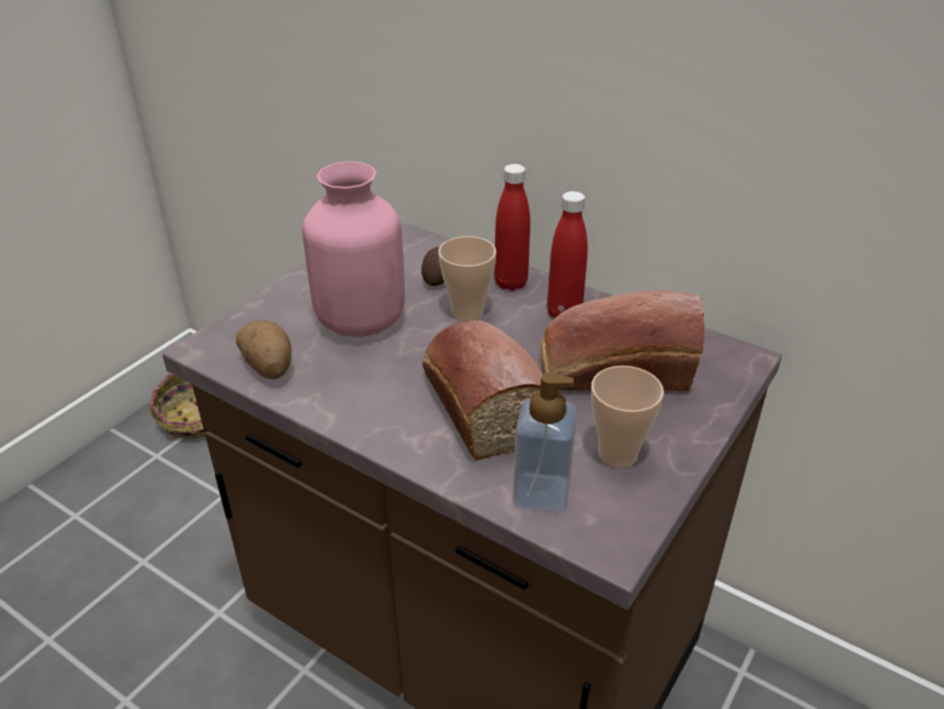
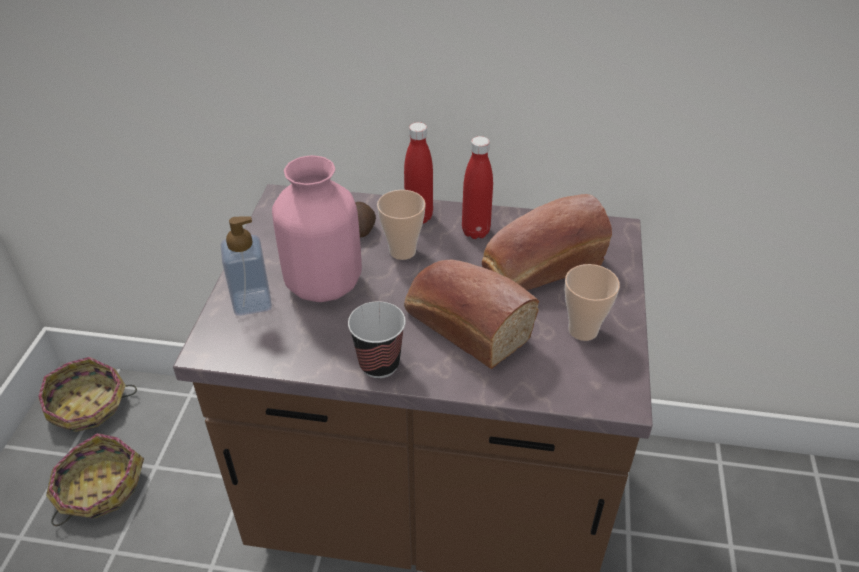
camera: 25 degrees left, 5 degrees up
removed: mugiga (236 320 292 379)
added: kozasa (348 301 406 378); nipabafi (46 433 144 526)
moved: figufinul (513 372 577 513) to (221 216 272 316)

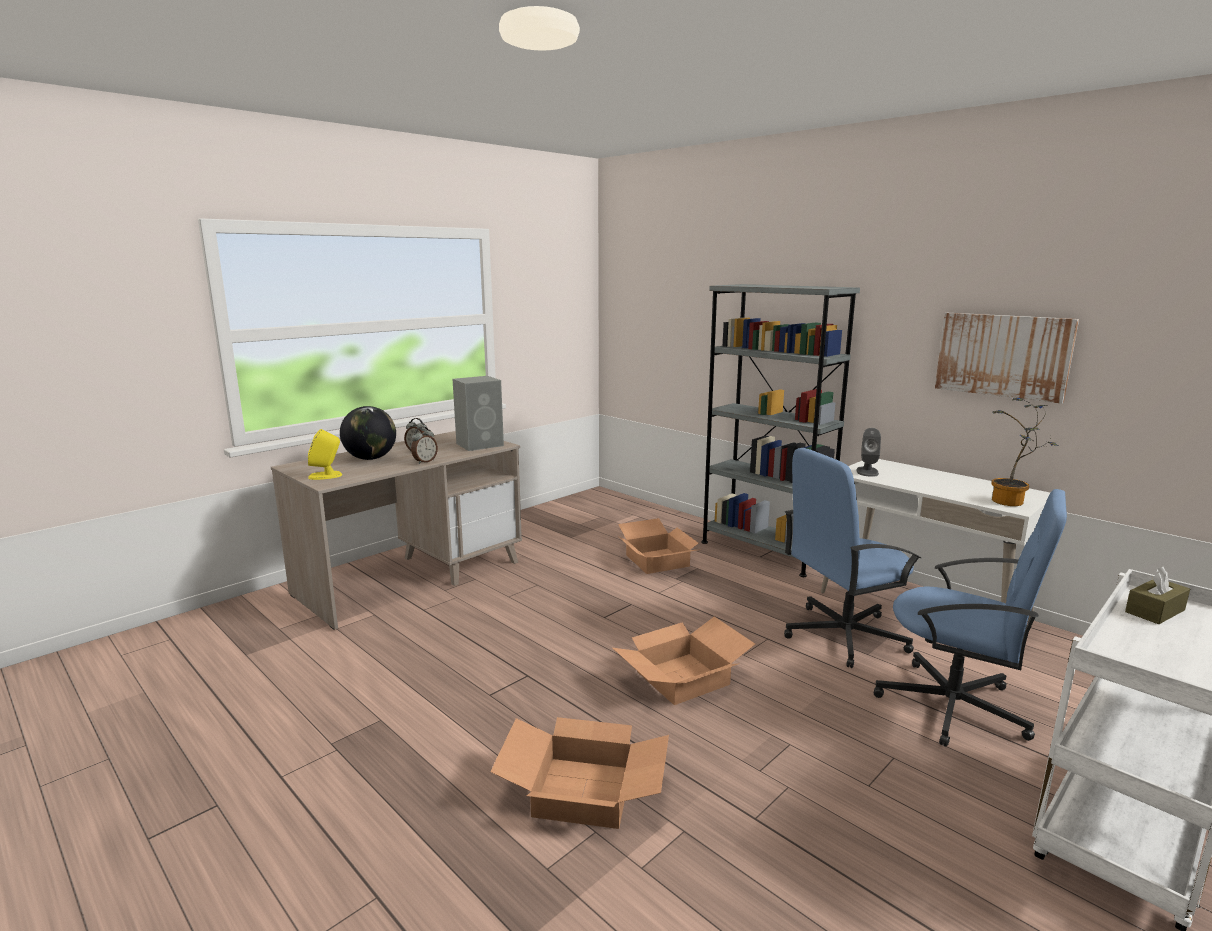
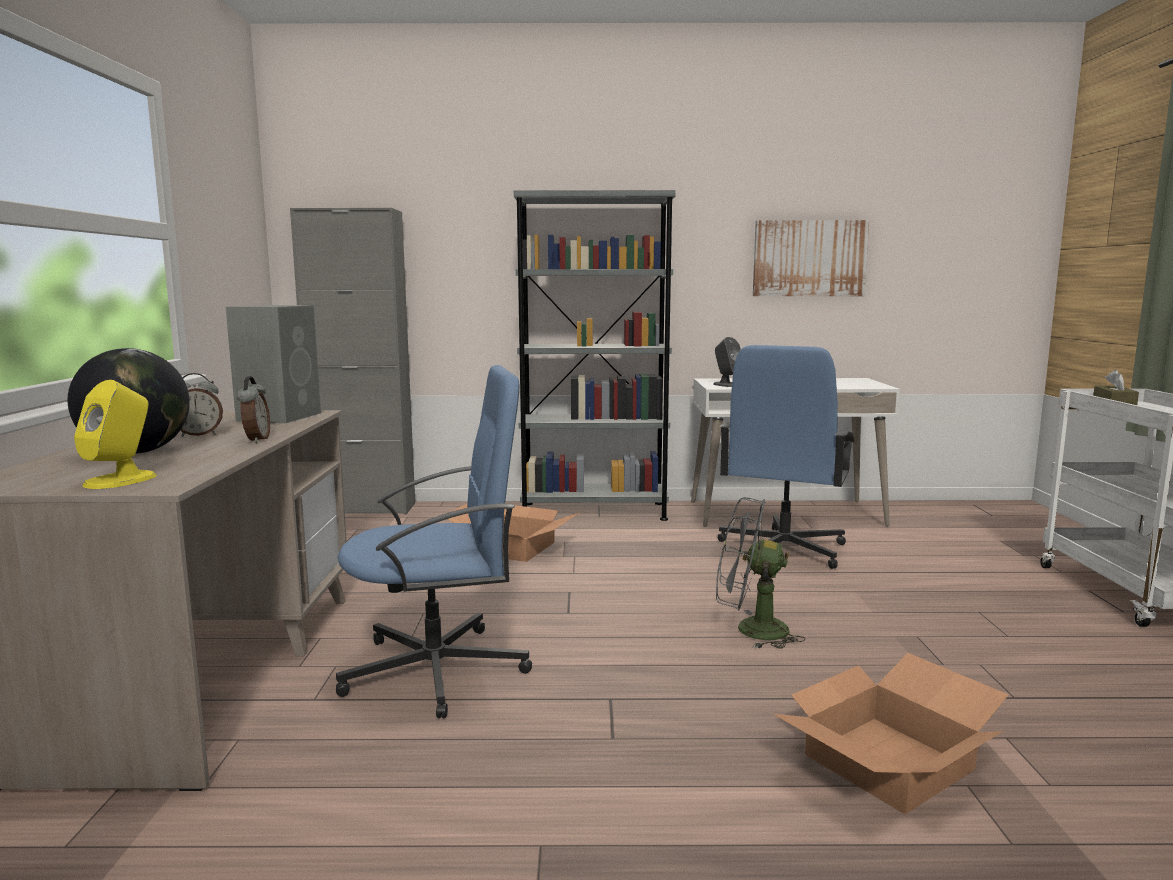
camera: 45 degrees left, 5 degrees down
removed: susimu (991 398 1058 506)
added: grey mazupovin (290 208 415 515)
moved: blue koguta (874 489 1067 747) to (336 365 532 719)
replaced: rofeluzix (613 616 755 705) to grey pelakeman (716 497 805 649)

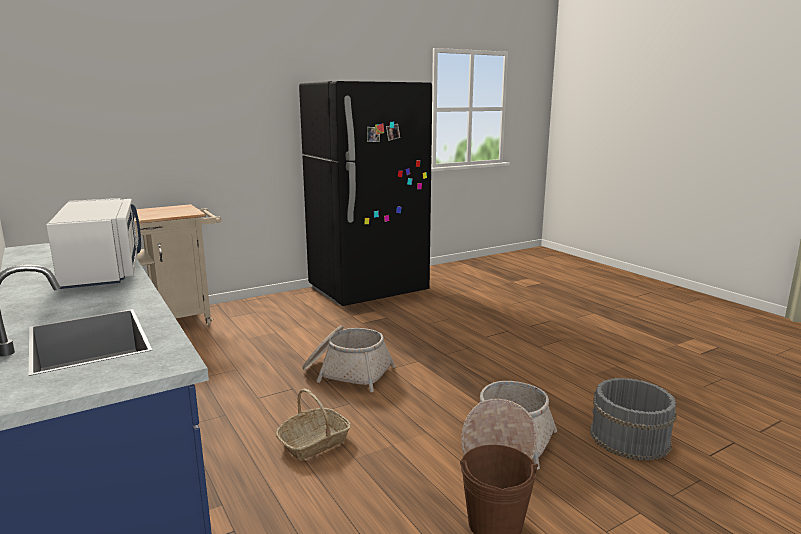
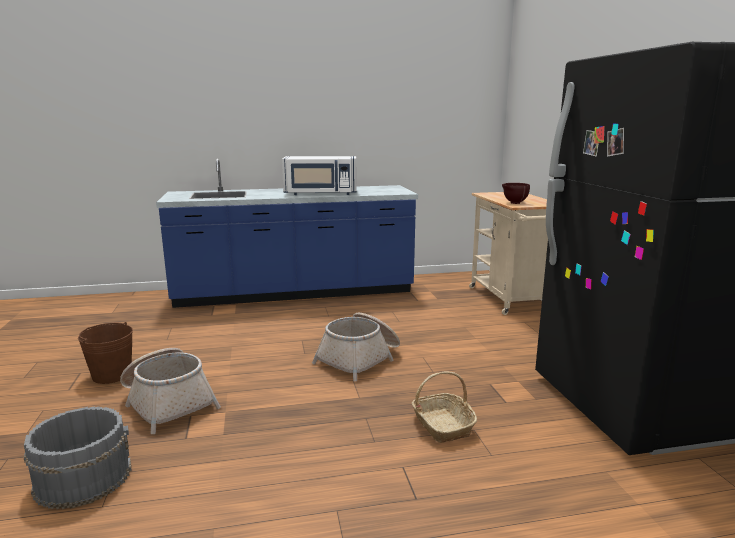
camera: 110 degrees right, 0 degrees up
added: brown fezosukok (502 183 530 204)
moved: nipabafi (276 389 351 460) to (412 372 477 443)

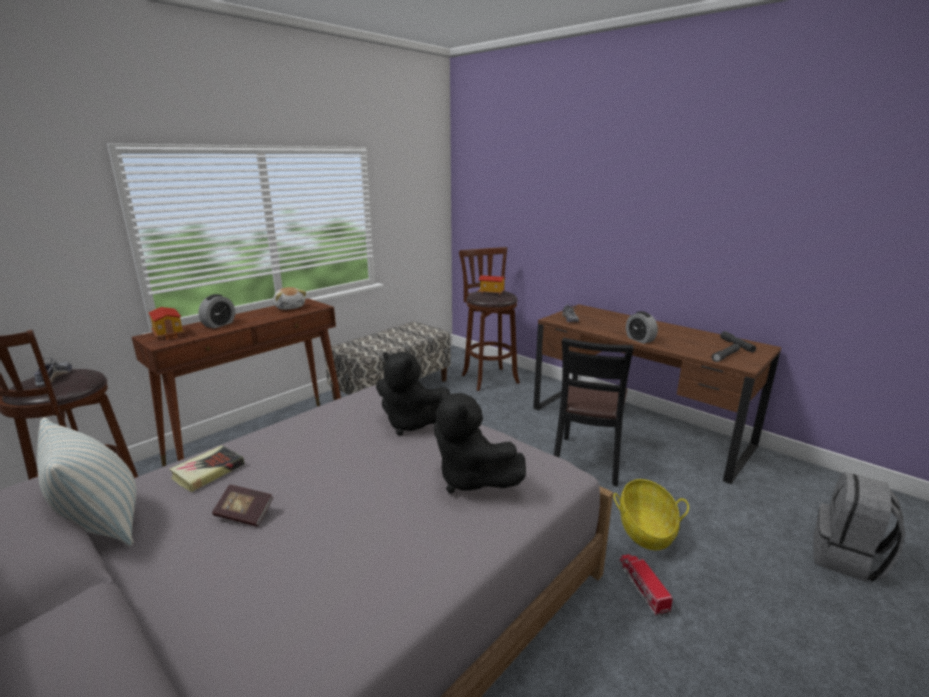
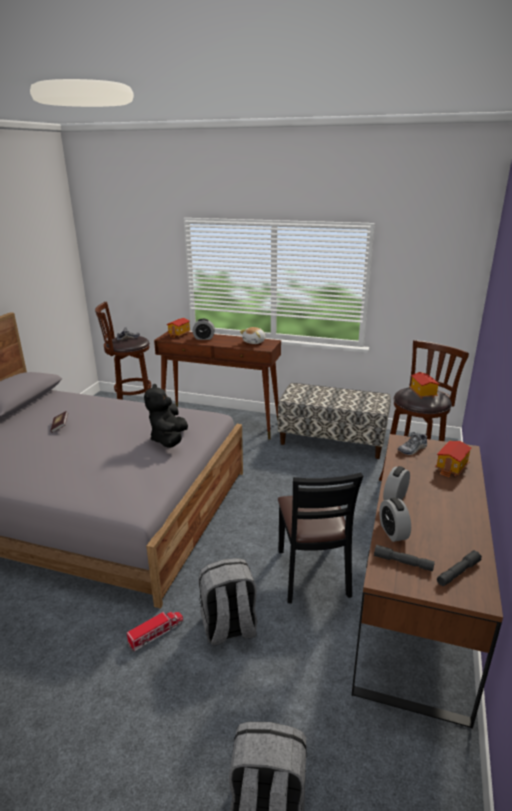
camera: 65 degrees right, 5 degrees up
removed: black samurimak (434 390 526 493); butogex (37 417 137 546); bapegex (169 446 244 492)
added: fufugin (435 441 472 477); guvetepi (379 498 411 542)
replaced: nipabafi (613 479 689 550) to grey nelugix (199 558 257 645)
turned: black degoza (554 338 634 486) = (278 473 363 604) 90 degrees counterclockwise

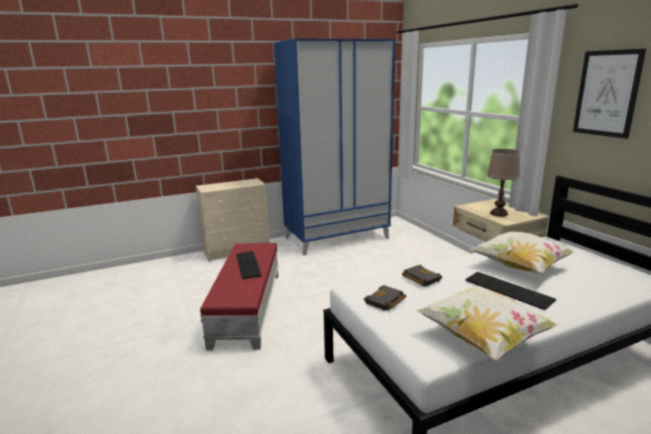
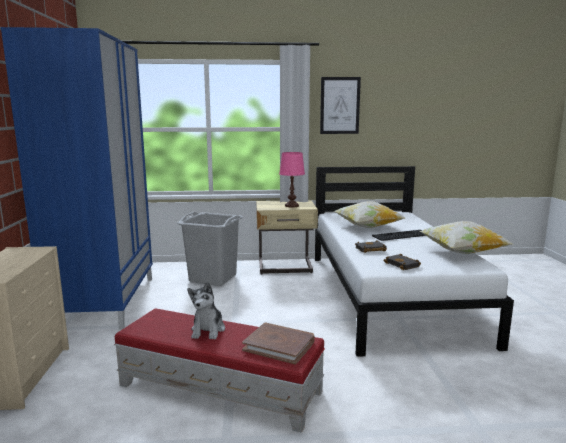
camera: 70 degrees left, 5 degrees down
added: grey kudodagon (177 212 243 286); brown bapegex (242 323 315 365)
replaced: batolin (236 251 262 279) to samurimak (187 282 225 339)
recoloured: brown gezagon (487 149 520 217) to pink gezagon (279 152 305 207)

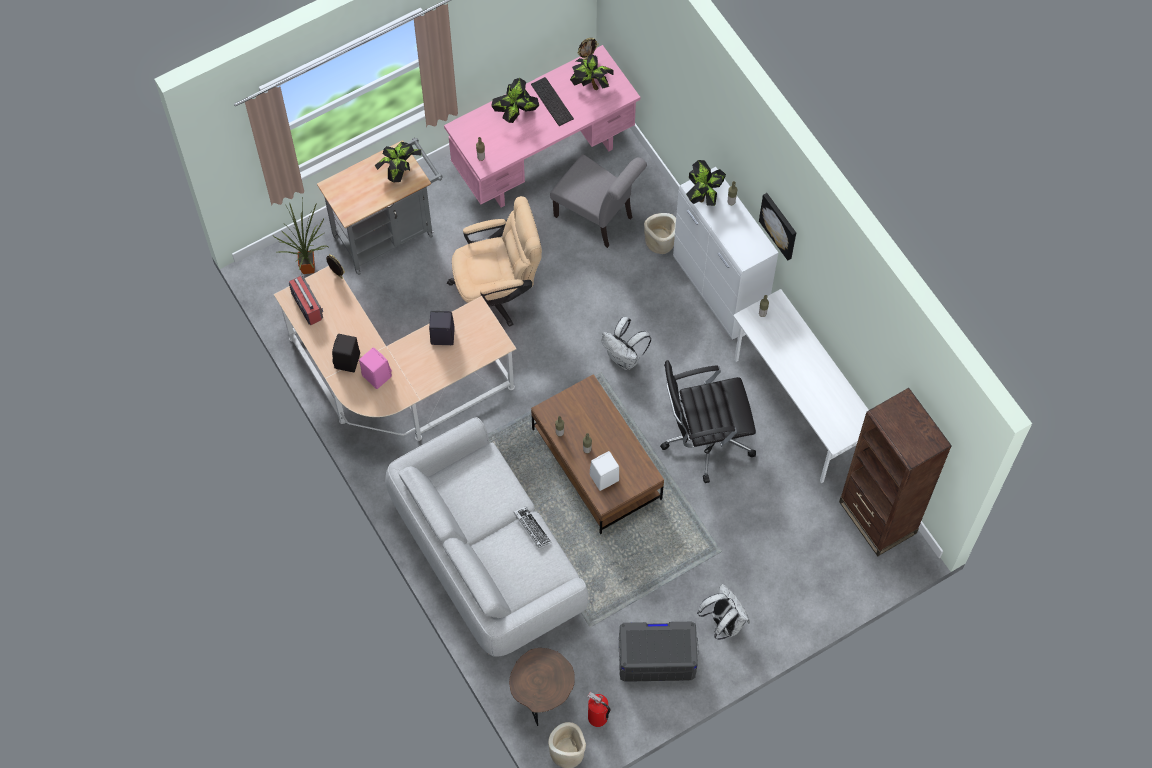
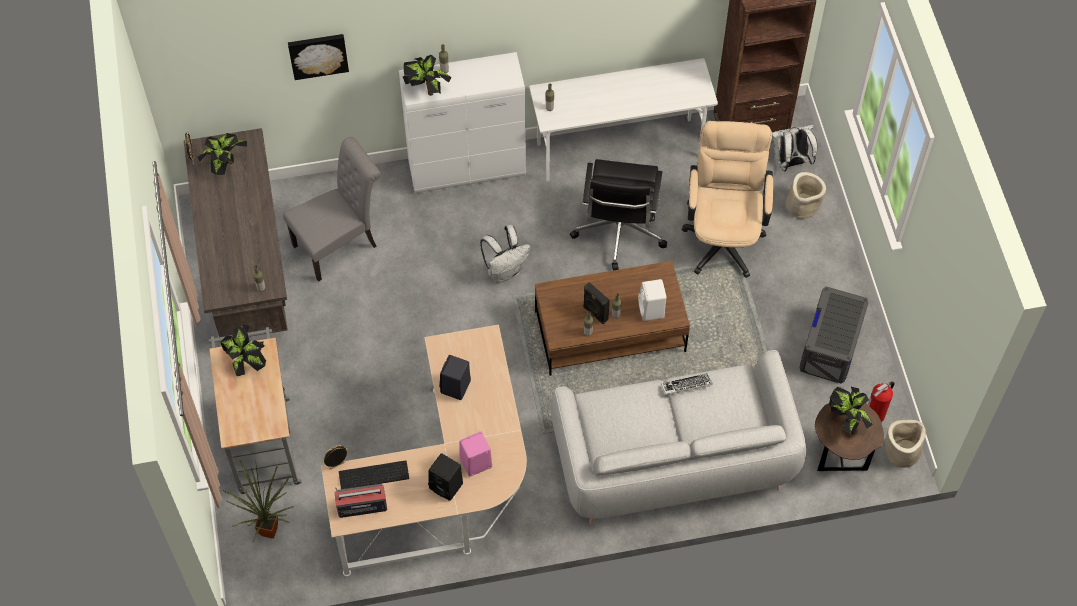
camera: 70 degrees left, 5 degrees down
added: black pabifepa (583 282 610 324)
moved: batolin (531 77 574 126) to (339 460 409 489); susimu (492 78 539 123) to (829 387 873 434); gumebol (759 193 796 260) to (288 34 349 80); beige koguta (447 196 542 327) to (682 121 773 278); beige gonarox (644 213 676 254) to (786 172 826 219); white nelugix (697 584 750 640) to (771 125 818 171)
recoloured: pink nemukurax (444 45 640 208) to brown nemukurax (184 128 288 337)

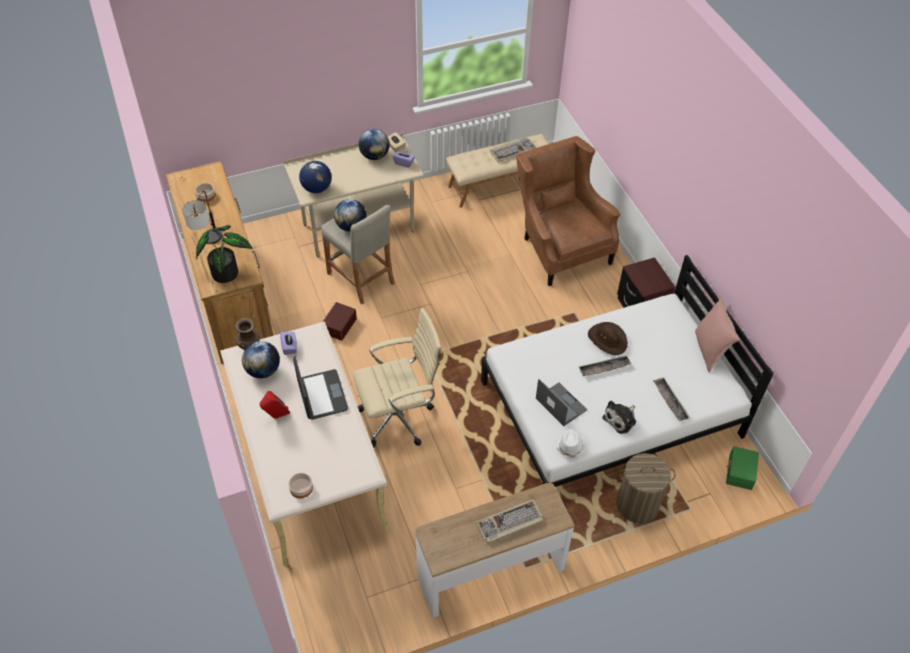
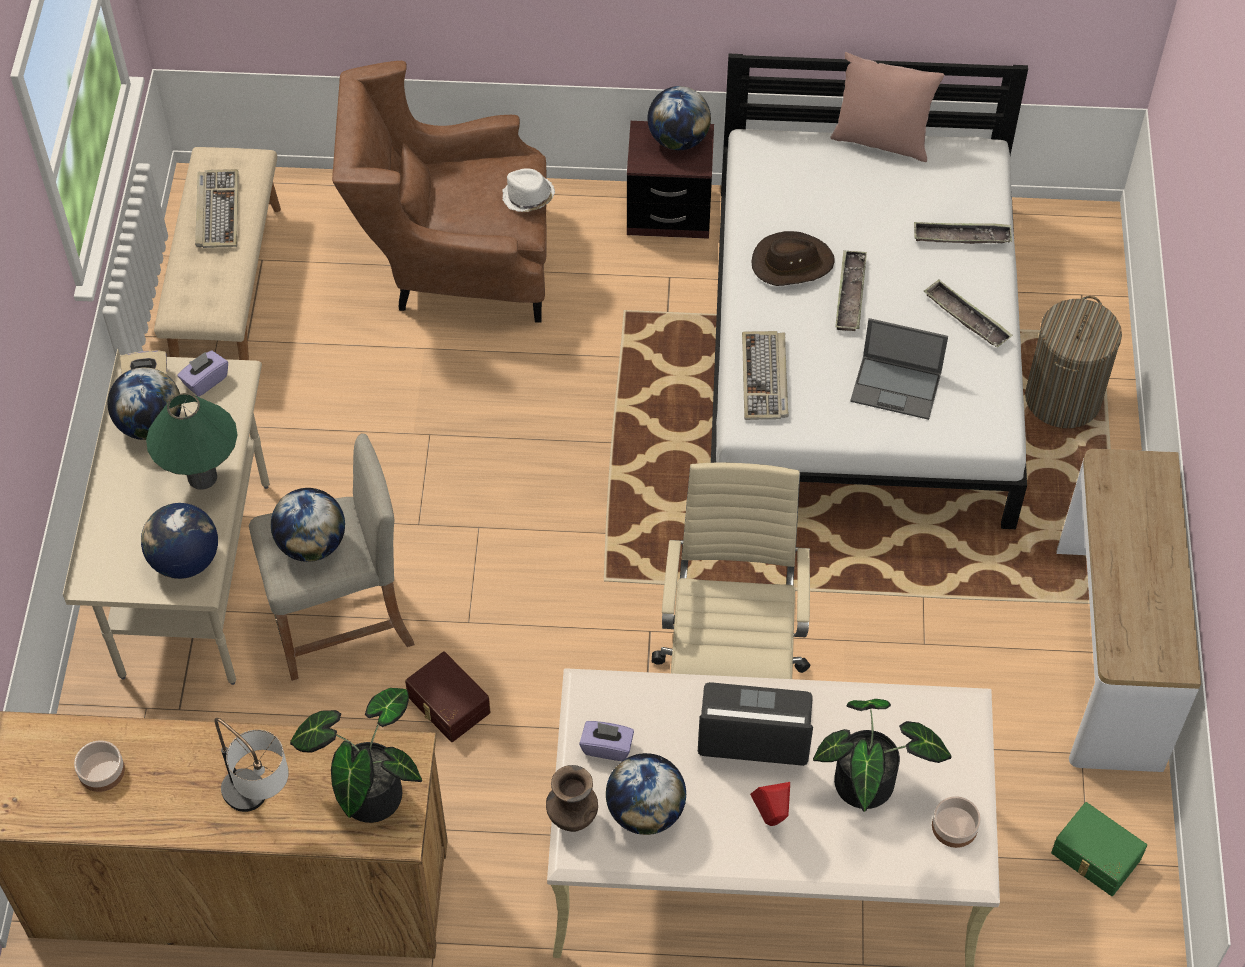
camera: 65 degrees left, 5 degrees up
added: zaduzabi (648 86 711 150); green gezagon (146 393 237 490); susimu (813 699 951 812)
moved: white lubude (557 429 585 458) to (502 168 555 212); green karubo (726 446 759 490) to (1051 802 1147 896); batolin (475 499 543 544) to (742 331 789 420)
replaced: samurimak (602 401 636 434) to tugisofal (924 279 1013 347)
turned: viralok (536 379 587 426) = (850 318 948 420) 150 degrees counterclockwise

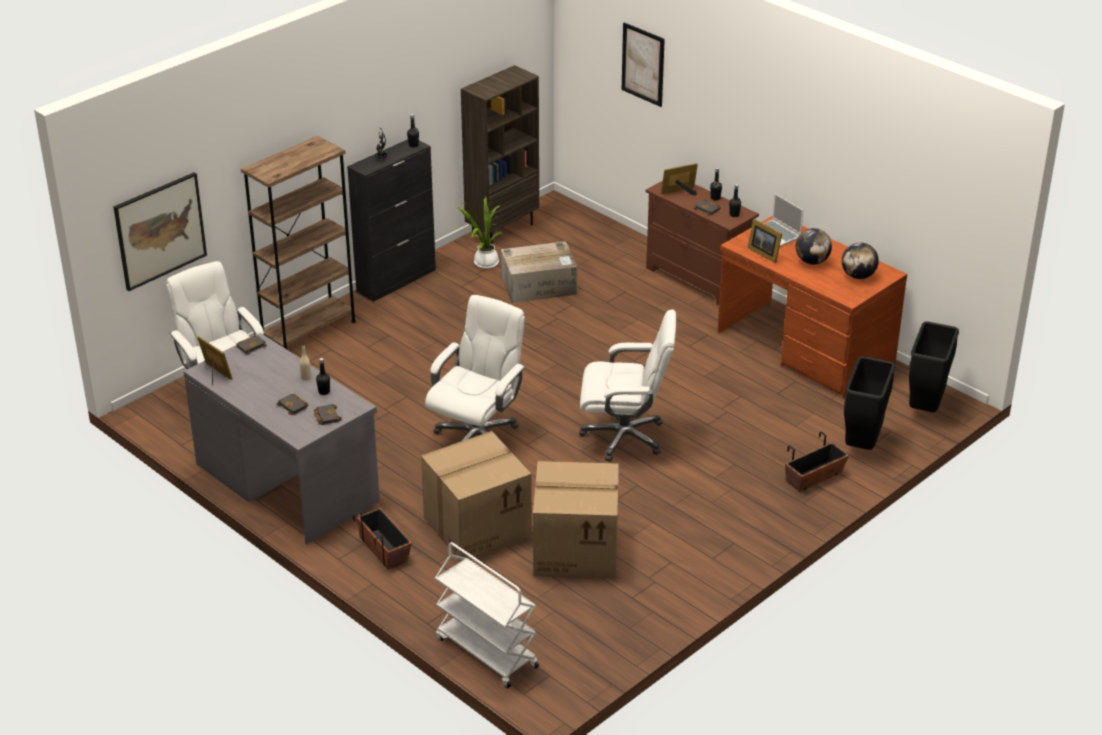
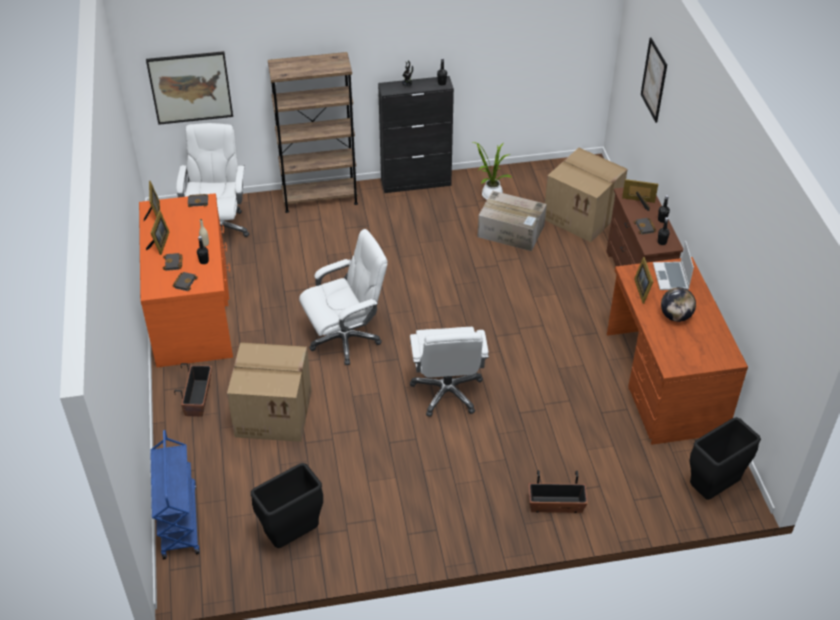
camera: 35 degrees right, 10 degrees up
removed: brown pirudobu (461 65 539 244); zaduzabi (842 242 879 279)
added: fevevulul (146 210 169 255)
moved: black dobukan (844 356 895 450) to (251 463 323 548); rofeluzix (533 461 619 579) to (545 148 628 242)
recoloured: grey nemukurax (184 333 380 544) to orange nemukurax (139 193 233 367); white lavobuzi (435 542 539 688) to blue lavobuzi (150 430 199 559)
turned: white koguta (579 309 676 461) = (410 327 489 417) 45 degrees clockwise

